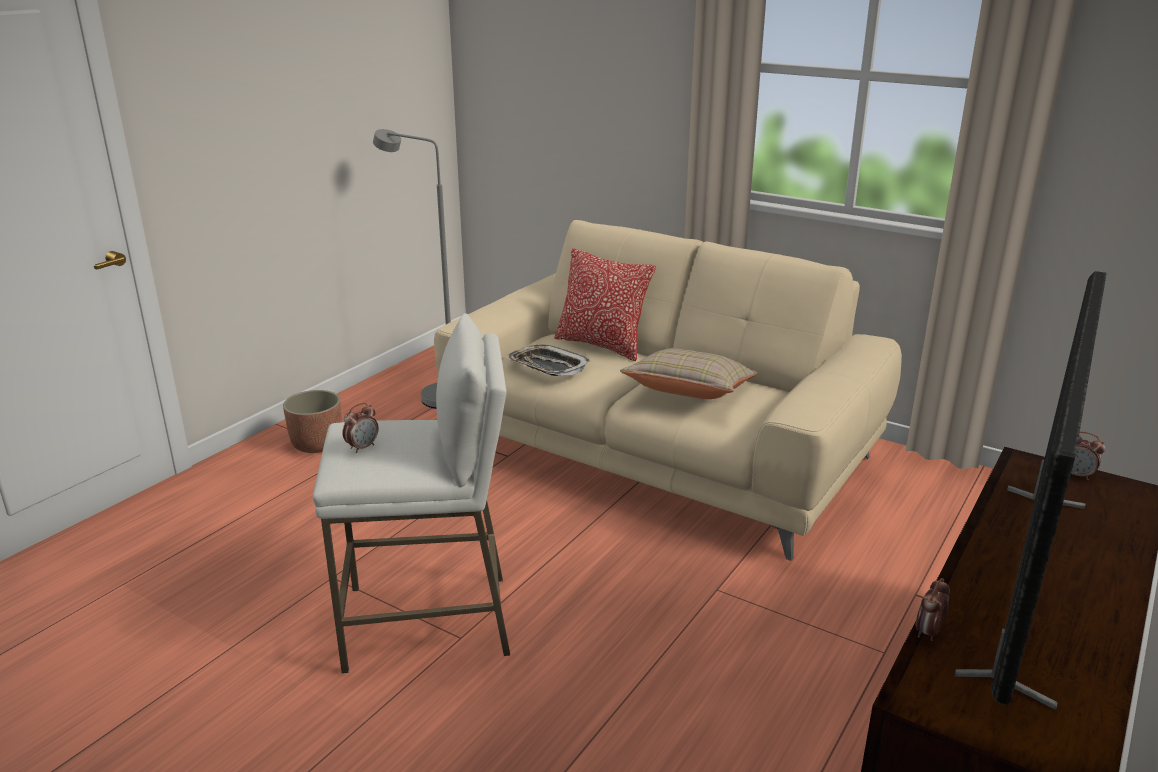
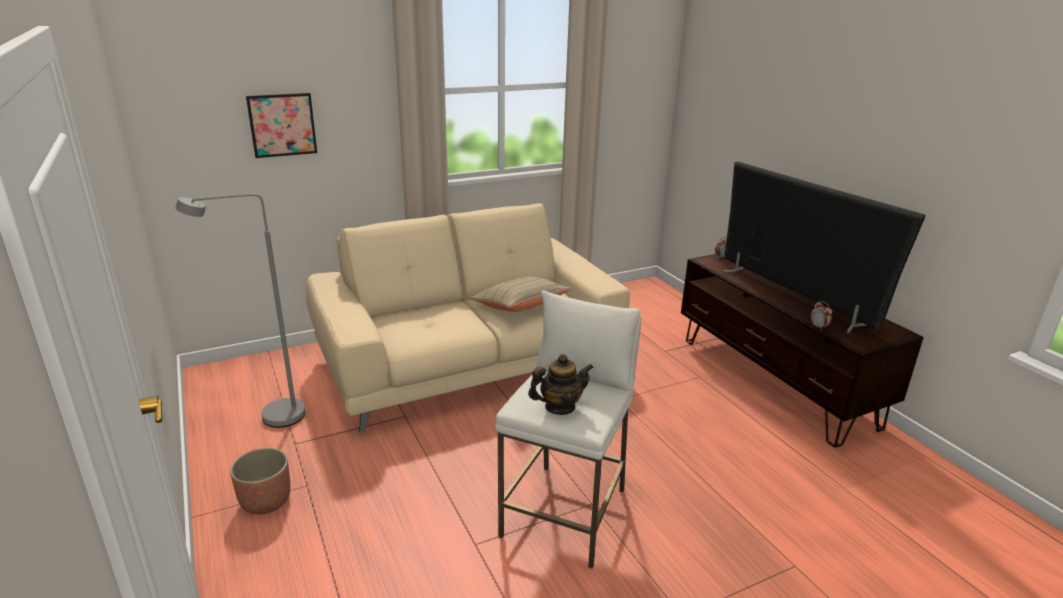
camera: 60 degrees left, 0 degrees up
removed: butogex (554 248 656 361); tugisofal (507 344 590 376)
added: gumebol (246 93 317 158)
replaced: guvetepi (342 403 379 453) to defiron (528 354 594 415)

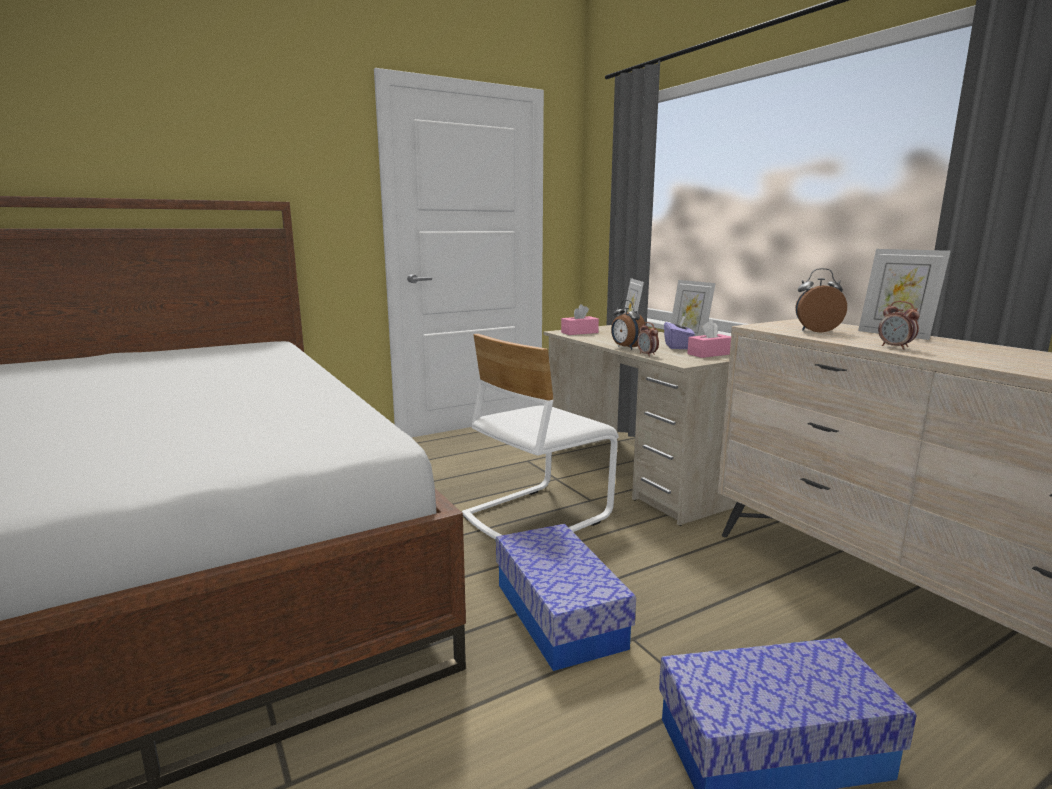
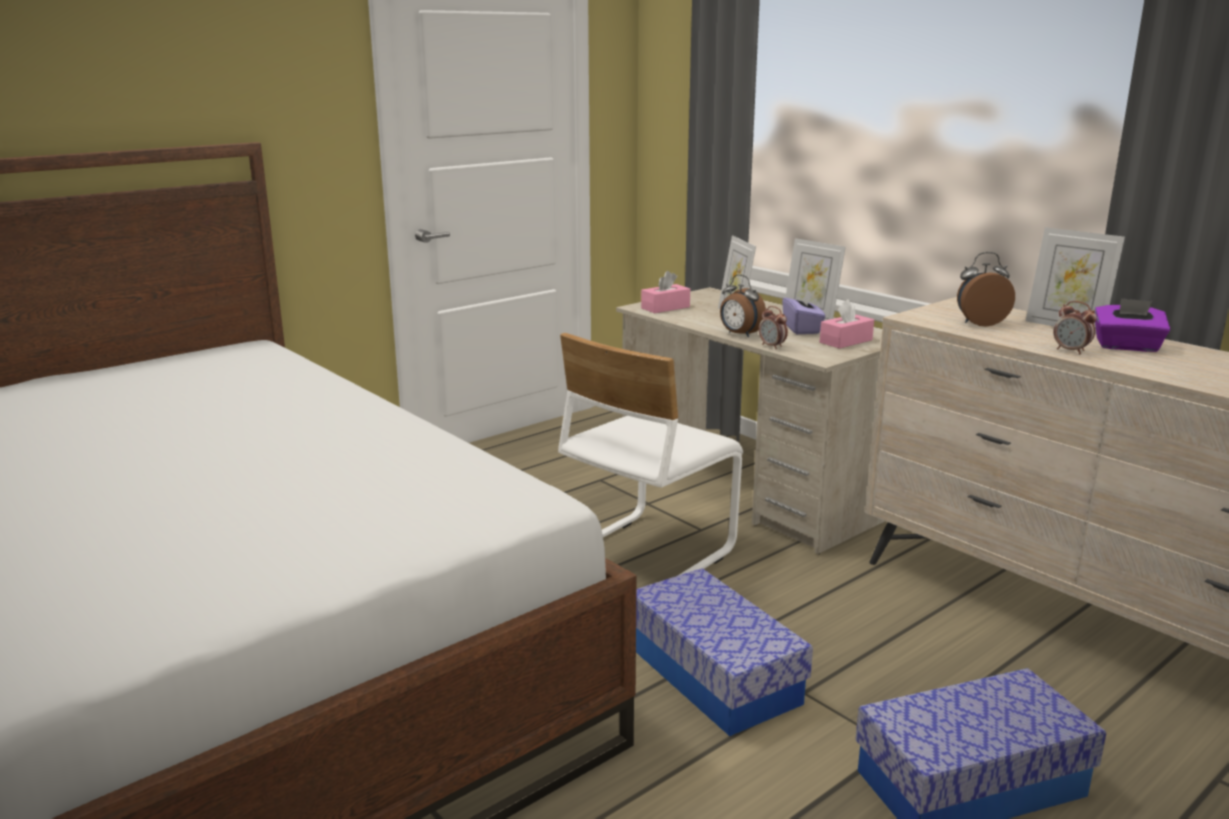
camera: 10 degrees left, 5 degrees up
added: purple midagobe (1094 298 1170 352)

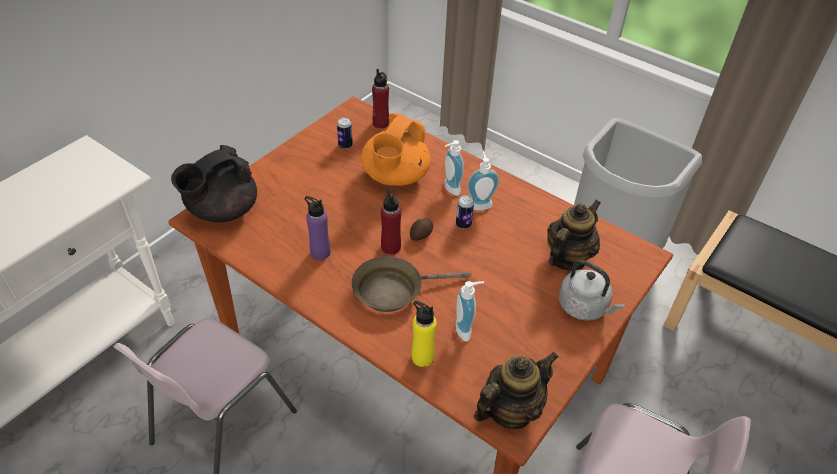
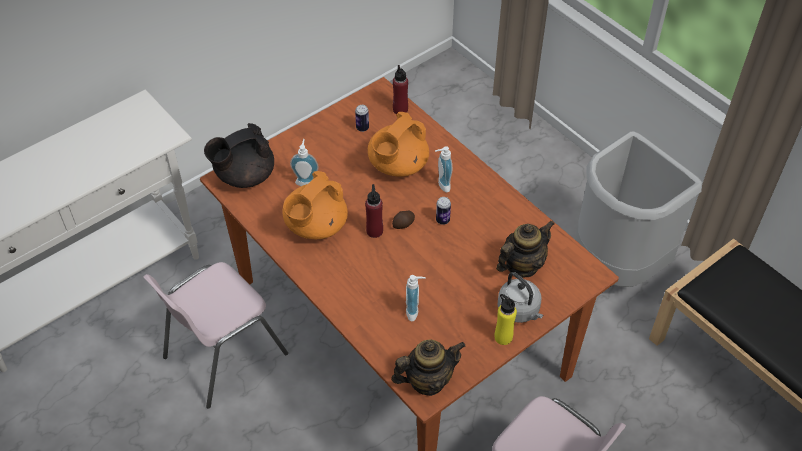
camera: 15 degrees right, 5 degrees up
removed: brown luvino (351 256 471 312)
moved: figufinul (467 152 499 210) to (290 139 319 186); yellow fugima (411 301 437 367) to (495 294 517 345)
replaced: purple fugima (304 196 330 260) to orange defiron (283 171 348 239)

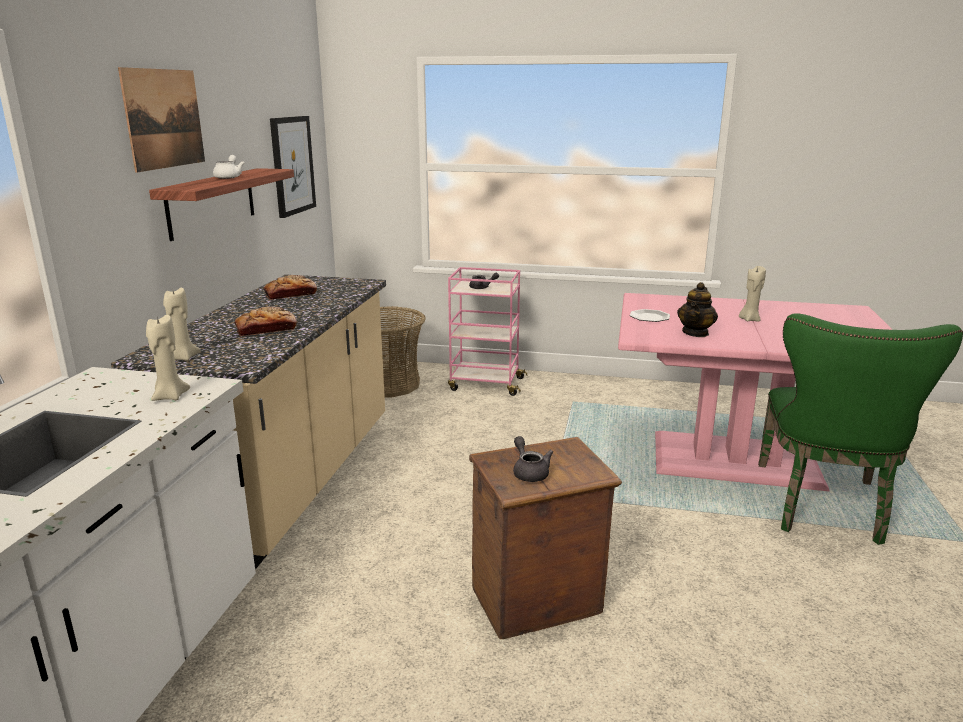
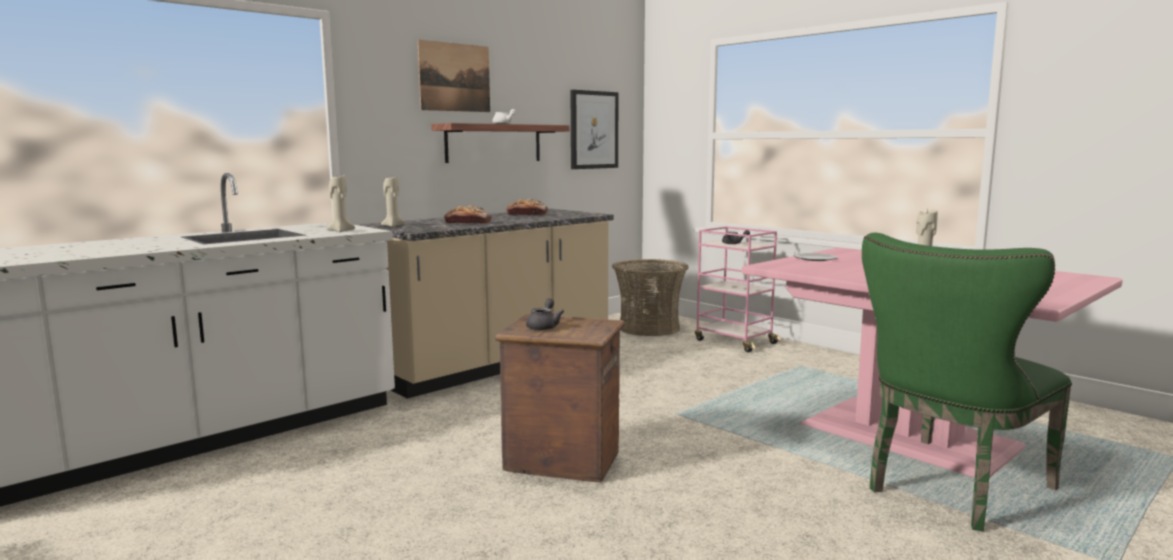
camera: 35 degrees right, 10 degrees down
removed: defiron (677 282 718 337)

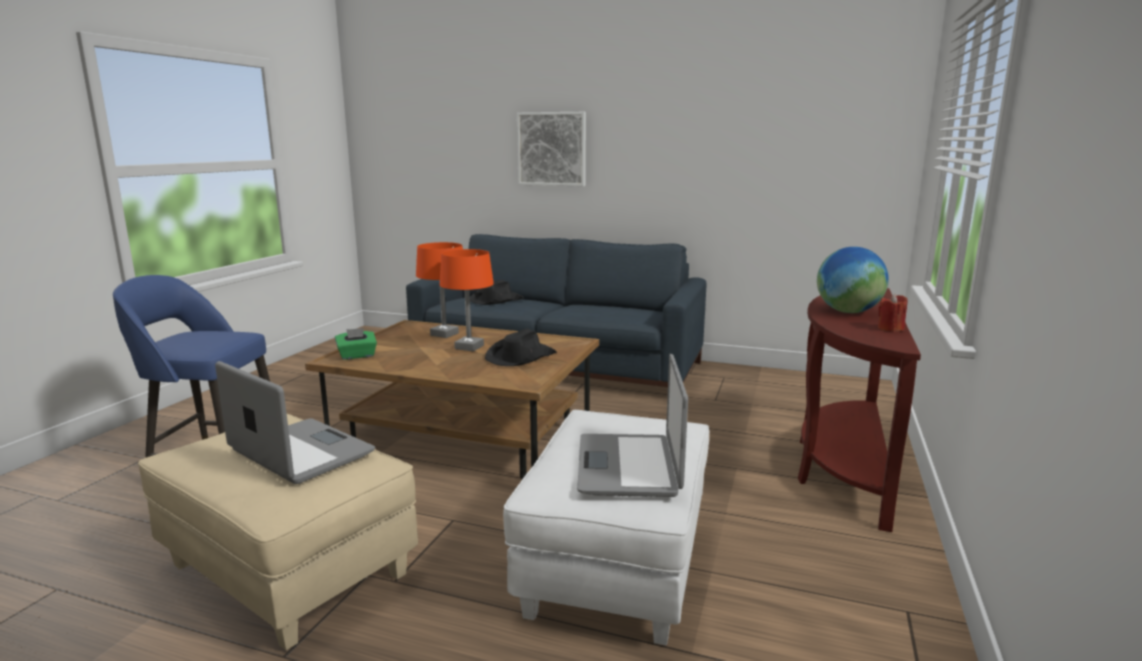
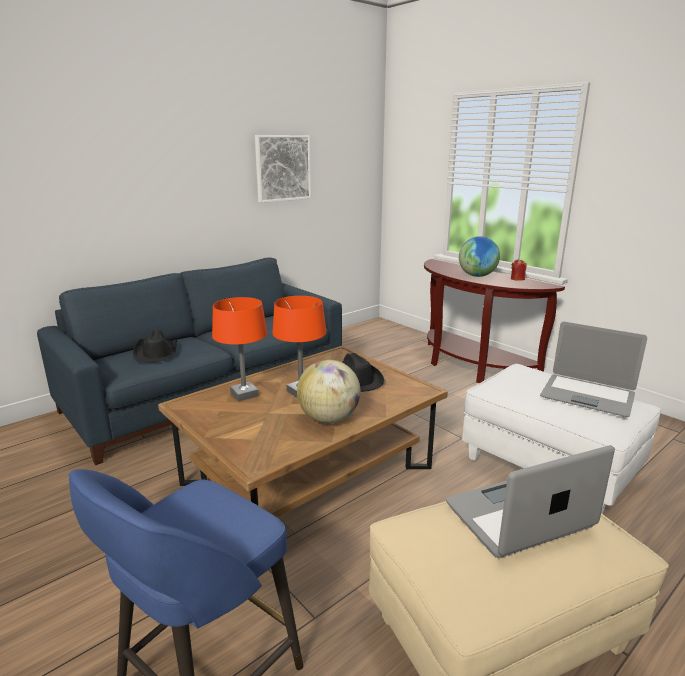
camera: 60 degrees left, 5 degrees up
removed: green midagobe (335 328 377 360)
added: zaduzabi (297 359 361 423)
moved: gumebol (517 112 586 187) to (255 135 311 203)

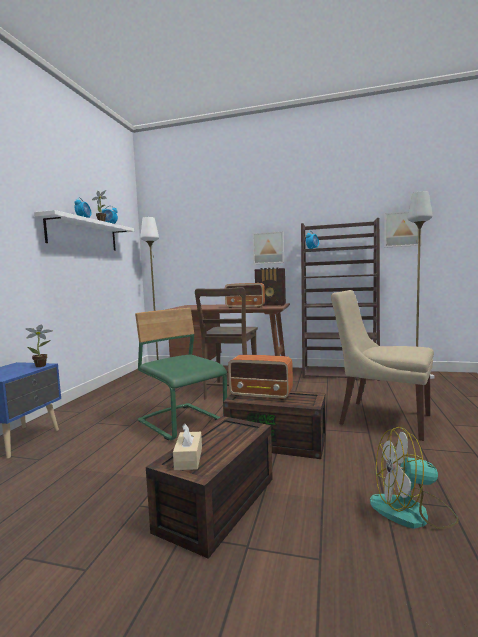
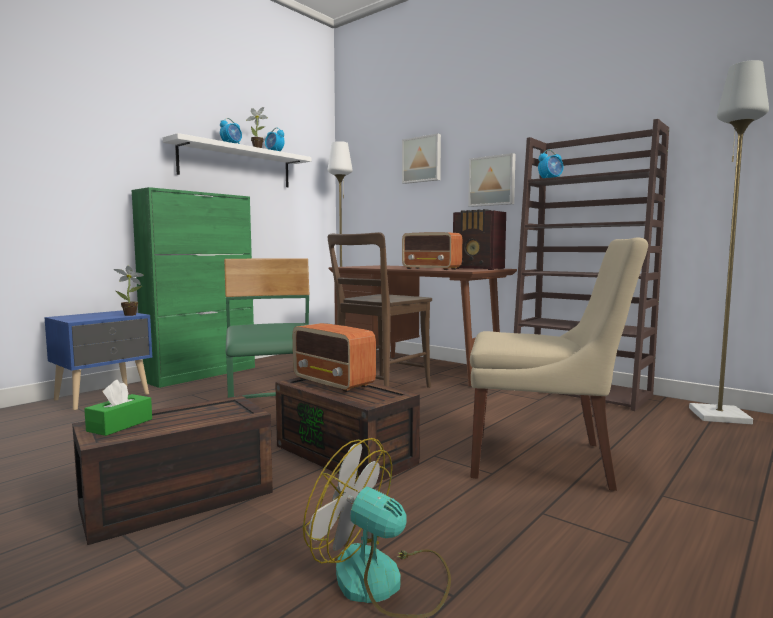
camera: 25 degrees right, 0 degrees up
added: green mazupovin (131 187 255 388)
moved: gumebol (384 211 422 248) to (402 134 441 184)
recoloured: beige midagobe (173 424 202 470) to green midagobe (84 380 152 436)
turned: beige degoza (331 290 434 441) = (470 237 648 491) 135 degrees clockwise

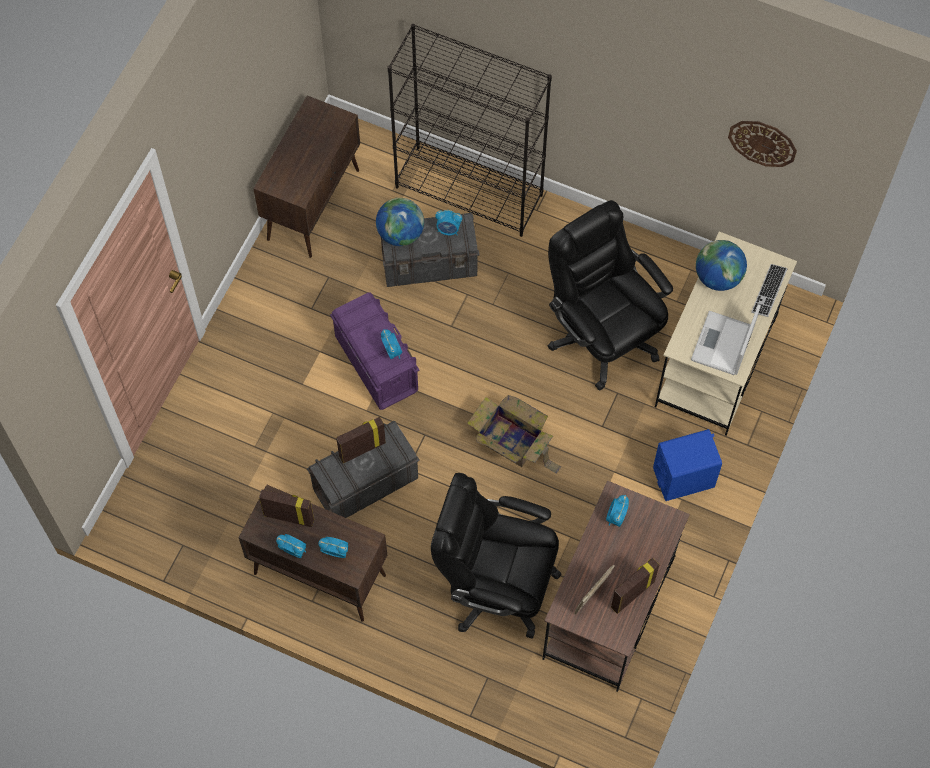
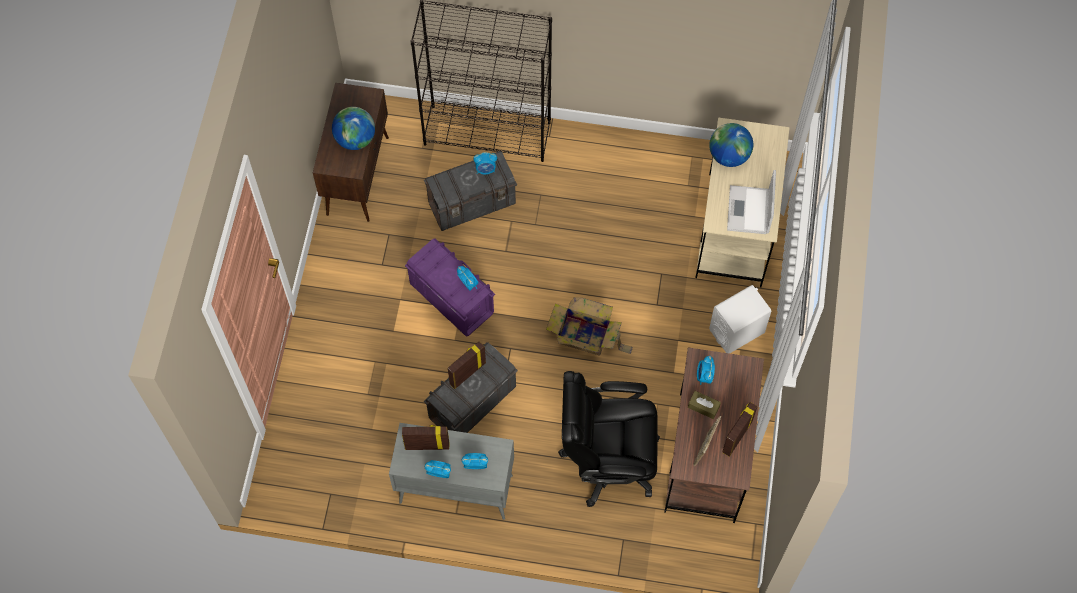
camera: 15 degrees left, 0 degrees up
removed: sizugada (728 121 797 167); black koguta (548 200 673 390); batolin (751 264 787 317)
added: brown midagobe (688 391 721 419)
moved: zaduzabi (376 198 424 246) to (332 107 375 150)
recoloured: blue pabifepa (653 429 722 501) to white pabifepa (709 285 771 354); brown mazupovin (239 485 387 622) to grey mazupovin (389 423 514 520)

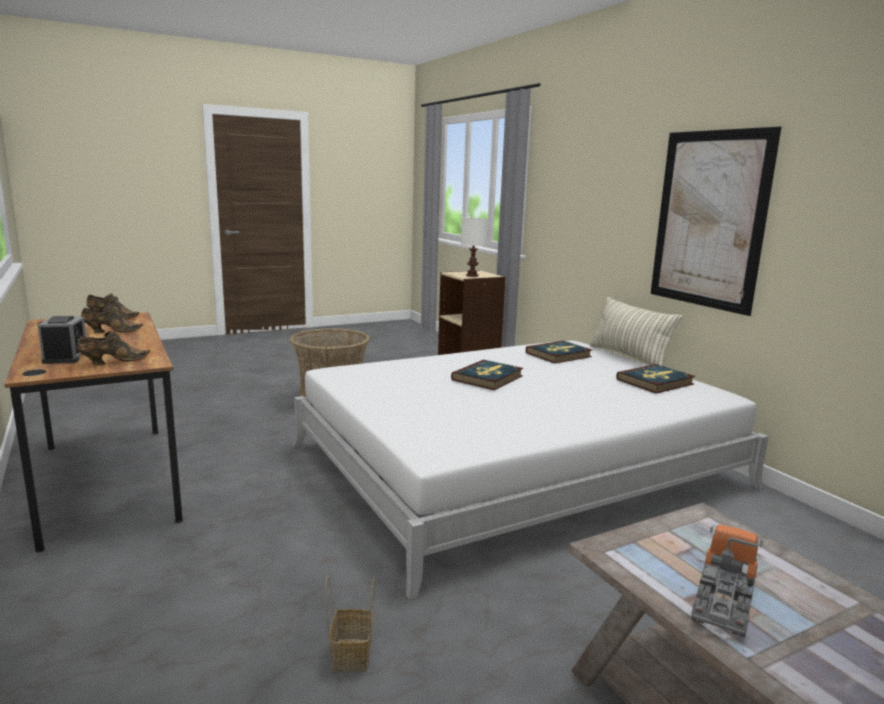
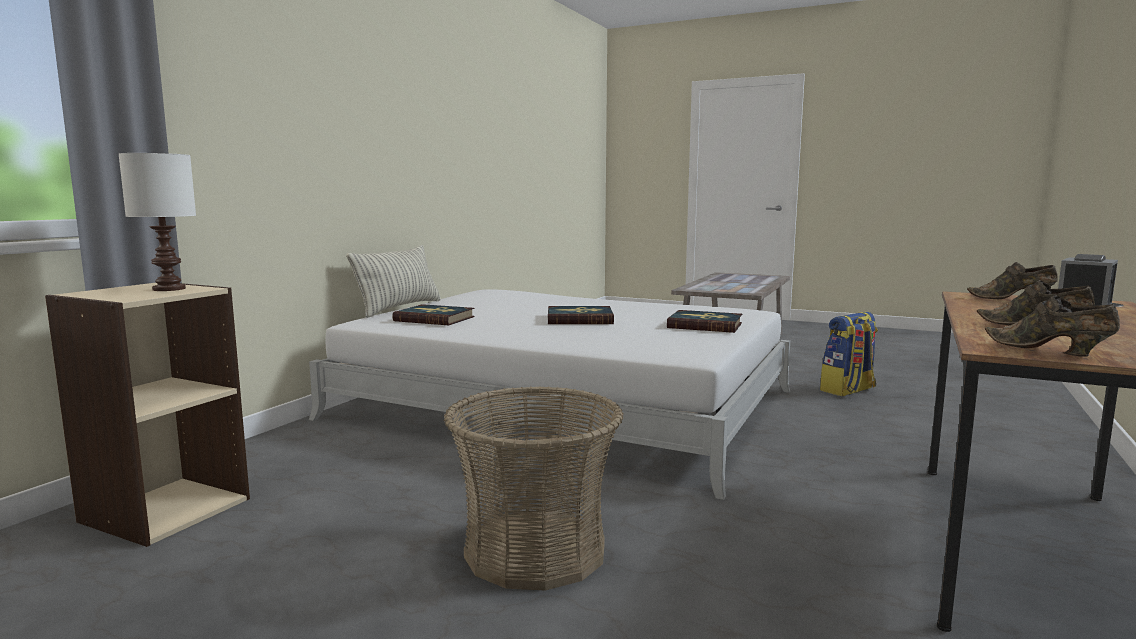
camera: 125 degrees left, 5 degrees down
removed: gumebol (651 126 781 316); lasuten (691 525 763 637)
moved: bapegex (616 364 695 393) to (667 310 742 333)
replaced: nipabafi (325 576 375 672) to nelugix (820 312 878 396)

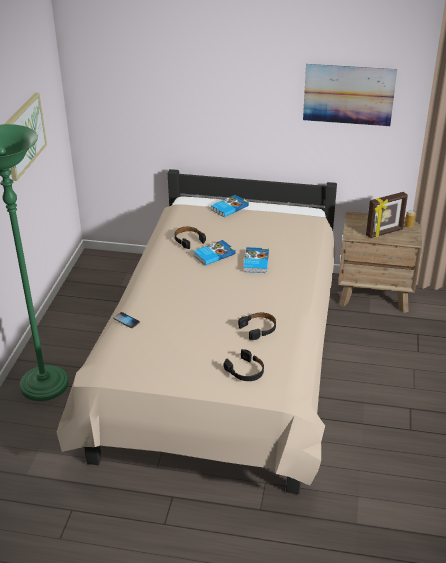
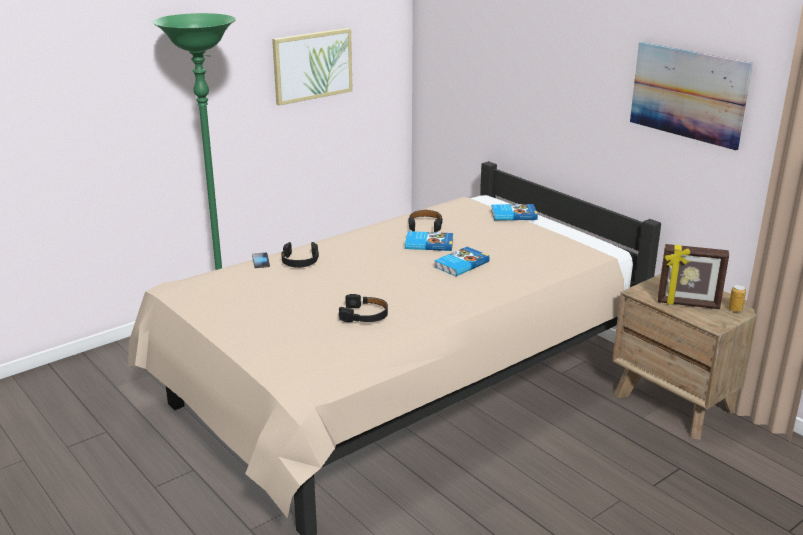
camera: 40 degrees right, 10 degrees down
moved: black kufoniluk (224 349 264 381) to (281 242 319 268)

